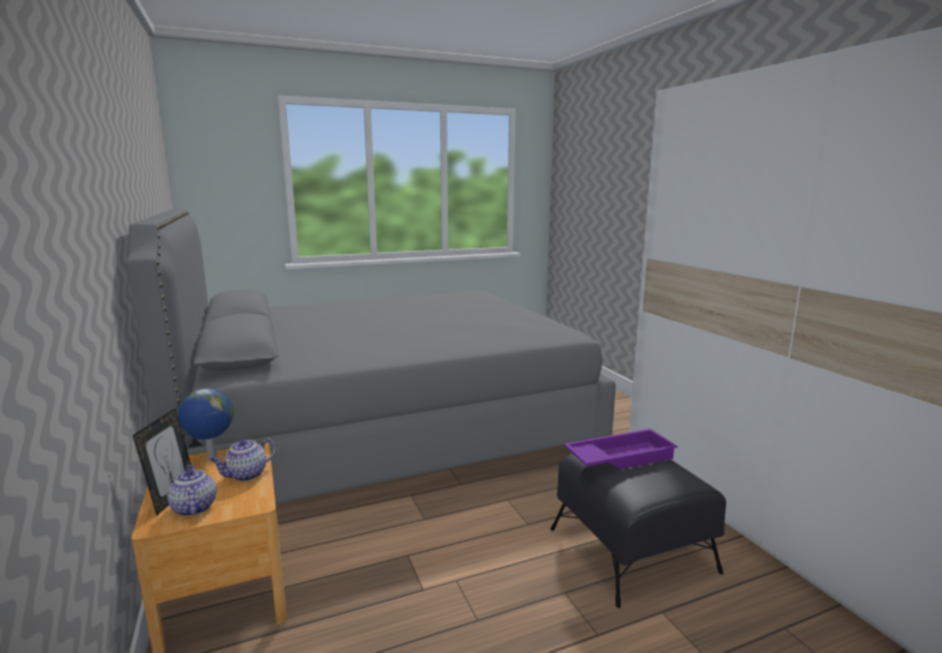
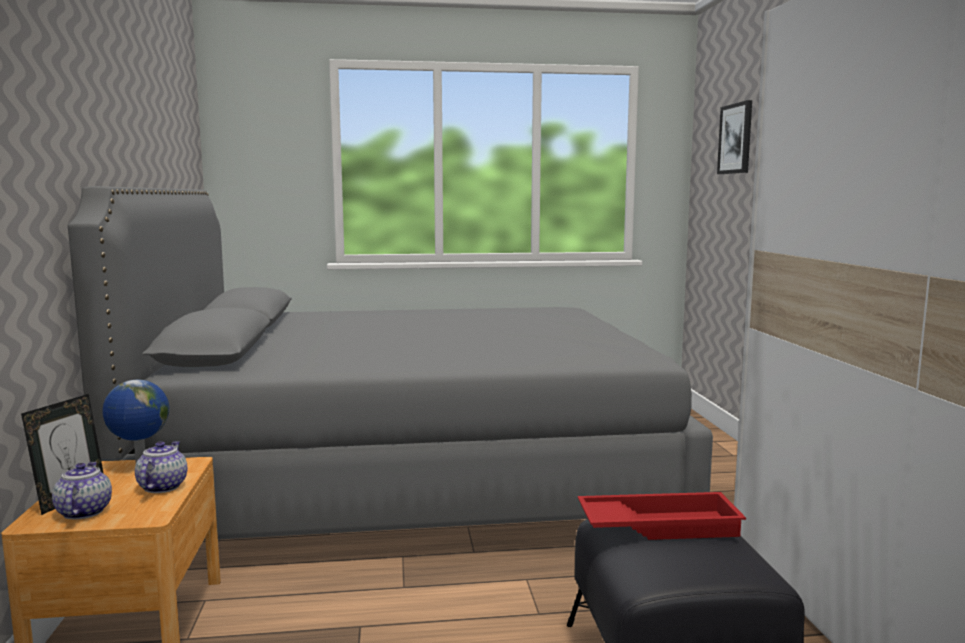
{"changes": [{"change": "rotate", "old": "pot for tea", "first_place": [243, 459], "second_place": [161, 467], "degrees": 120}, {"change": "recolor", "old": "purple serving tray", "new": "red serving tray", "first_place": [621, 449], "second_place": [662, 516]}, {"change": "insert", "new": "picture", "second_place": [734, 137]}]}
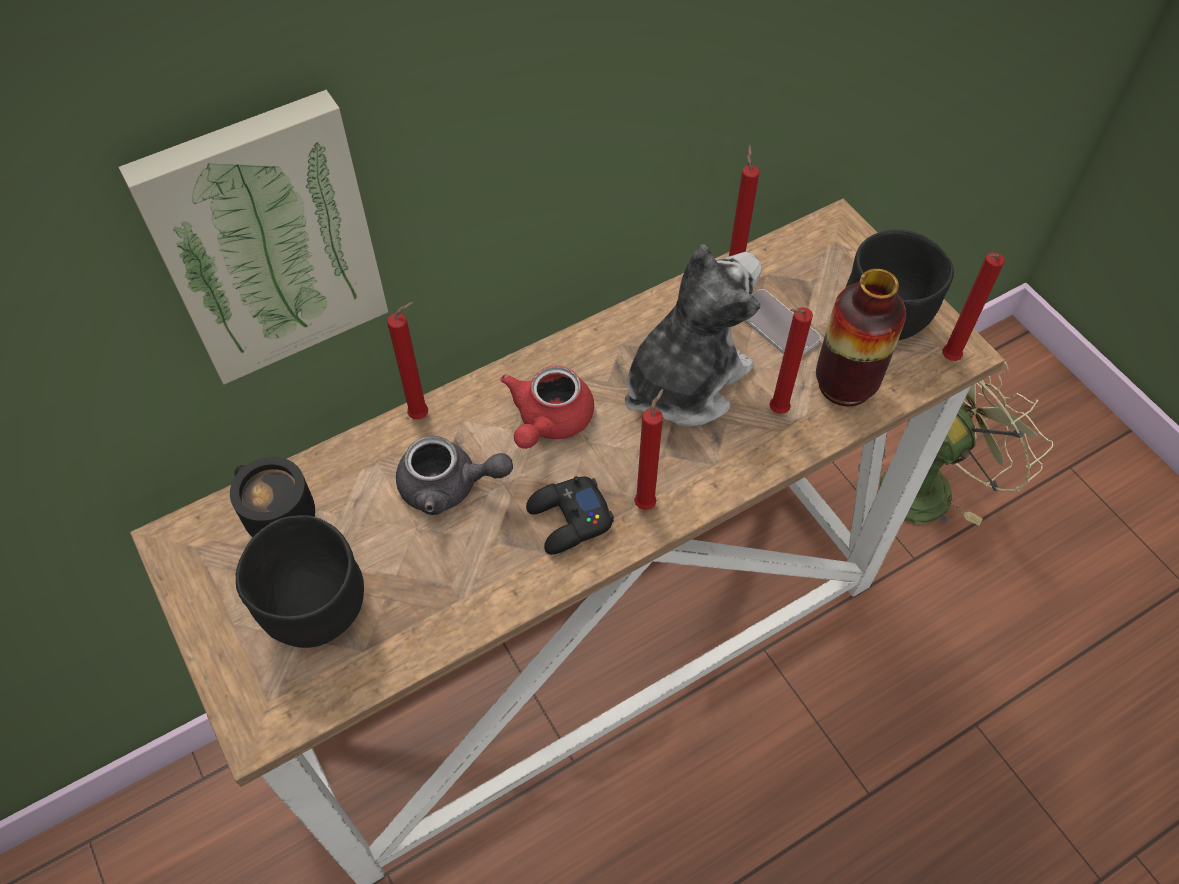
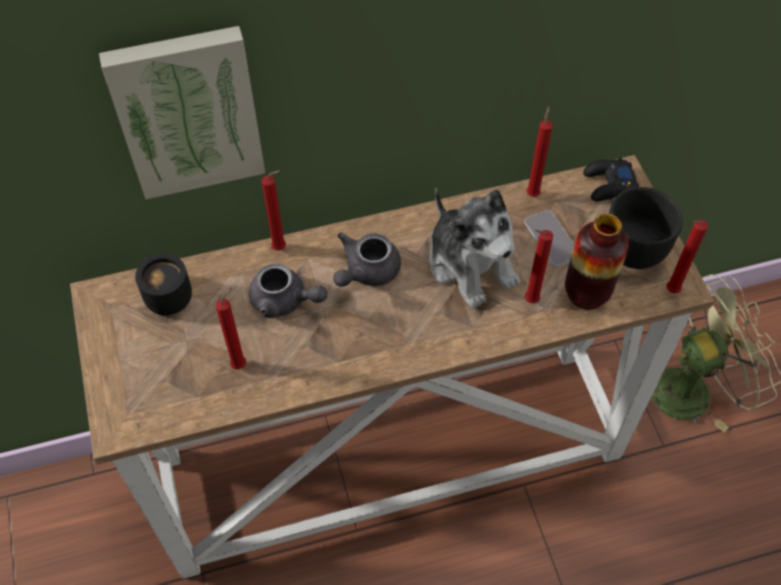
{"changes": [{"change": "delete", "old": "black serving bowl", "first_place": [300, 581]}, {"change": "recolor", "old": "red pot for tea", "new": "greyish pot for tea", "first_place": [547, 407], "second_place": [367, 259]}, {"change": "move", "old": "black game controller", "first_place": [570, 515], "second_place": [611, 179]}, {"change": "rotate", "old": "soft toy", "first_place": [693, 335], "second_place": [474, 248], "degrees": 90}, {"change": "move", "old": "red wax candle", "first_place": [648, 449], "second_place": [231, 328]}]}
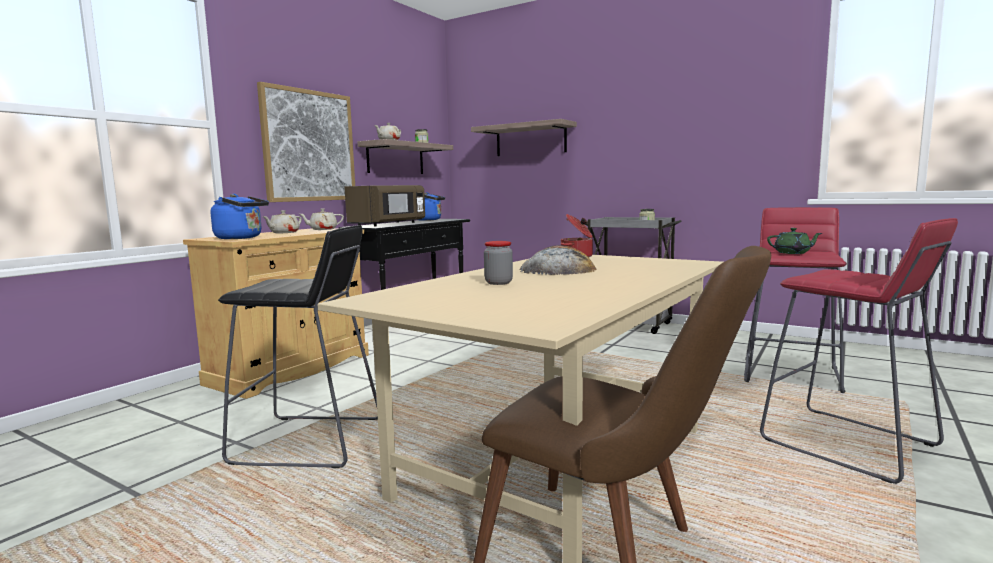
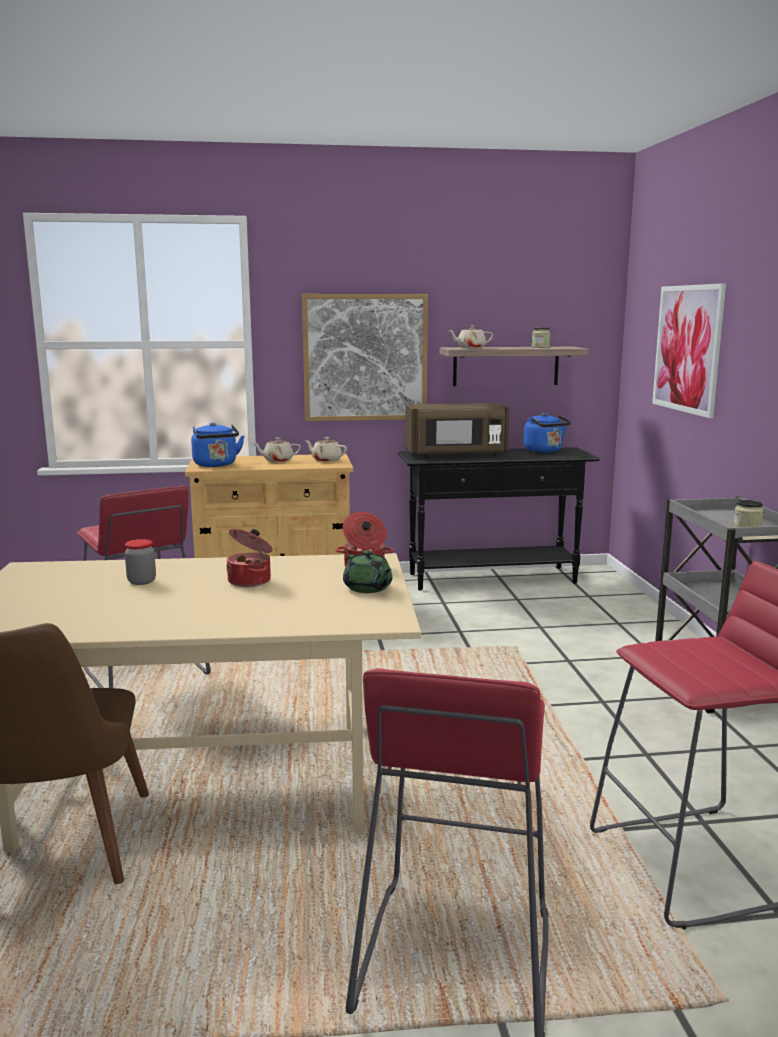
{"changes": [{"change": "recolor", "old": "black sitting stool", "new": "red sitting stool", "first_place": [298, 346], "second_place": [144, 587]}, {"change": "replace", "old": "wall shelf", "new": "picture", "first_place": [524, 137], "second_place": [689, 350]}, {"change": "replace", "old": "baked bread", "new": "stockpot", "first_place": [557, 260], "second_place": [249, 558]}, {"change": "move", "old": "green-coloured pot for tea", "first_place": [794, 241], "second_place": [367, 571]}]}
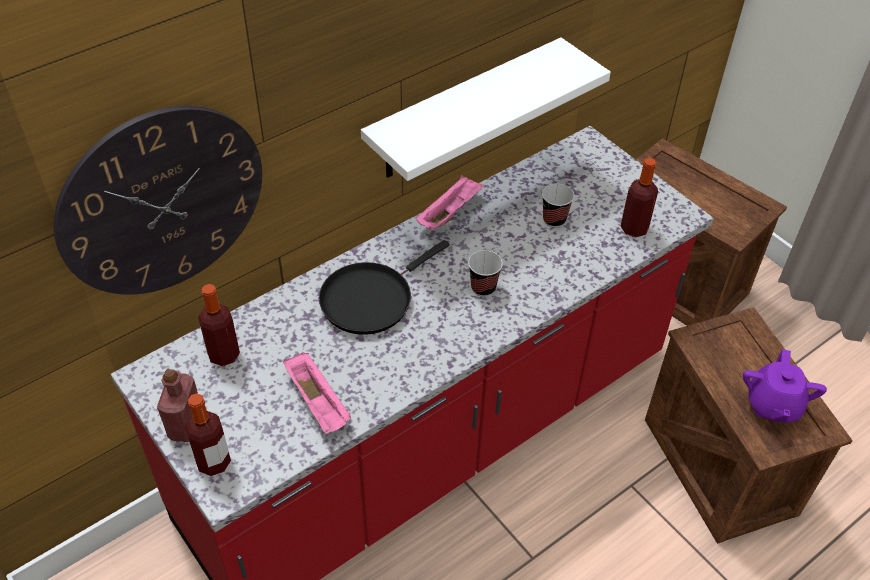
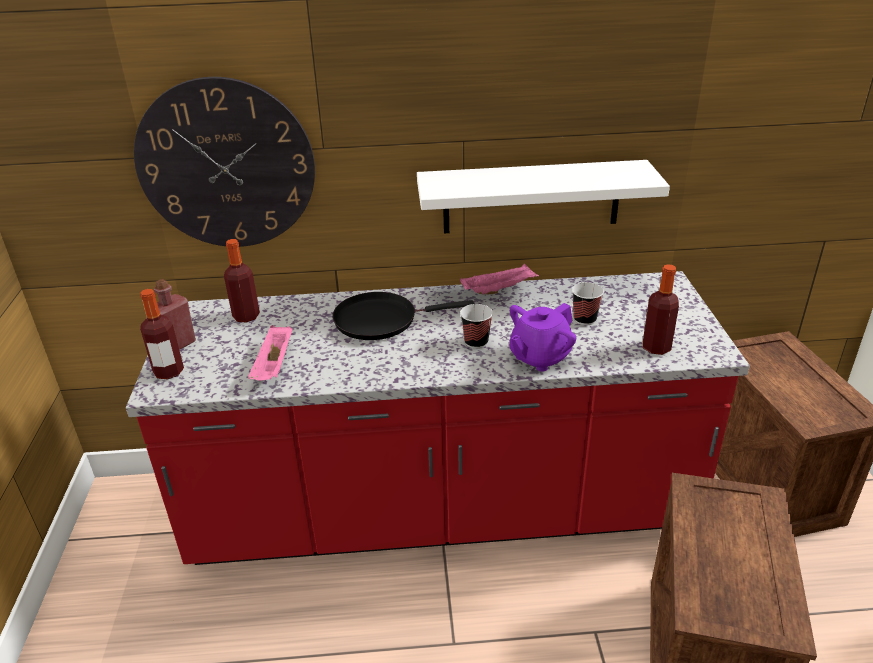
{"changes": [{"change": "move", "old": "purple pot for tea", "first_place": [785, 386], "second_place": [542, 337]}]}
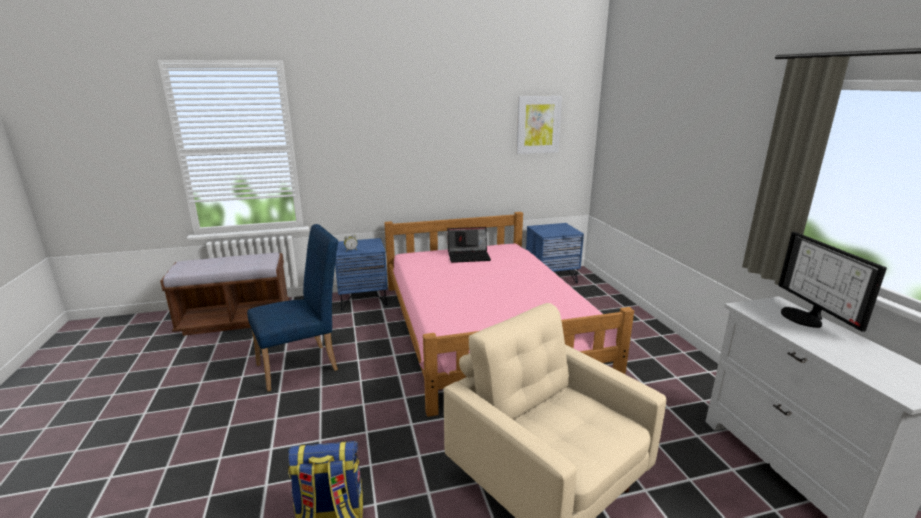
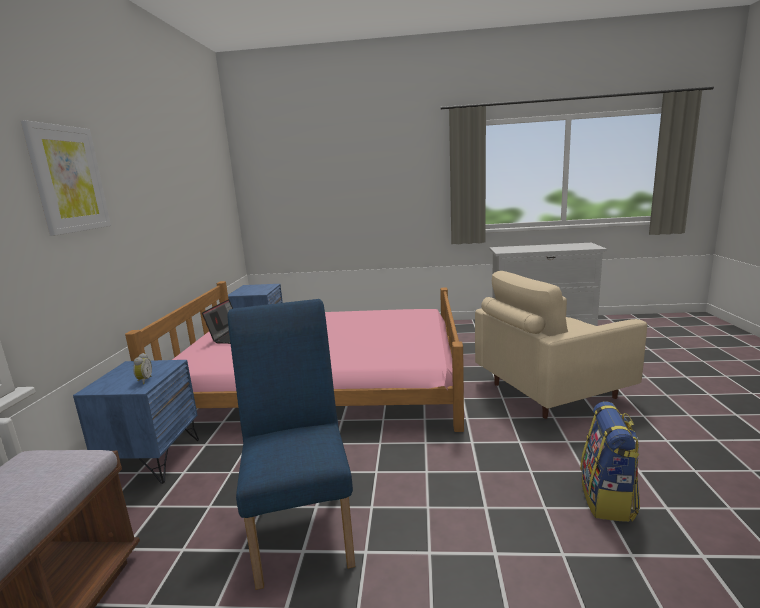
{"changes": [{"change": "move", "old": "picture", "first_place": [539, 125], "second_place": [66, 178]}, {"change": "delete", "old": "computer screen", "first_place": [832, 282]}]}
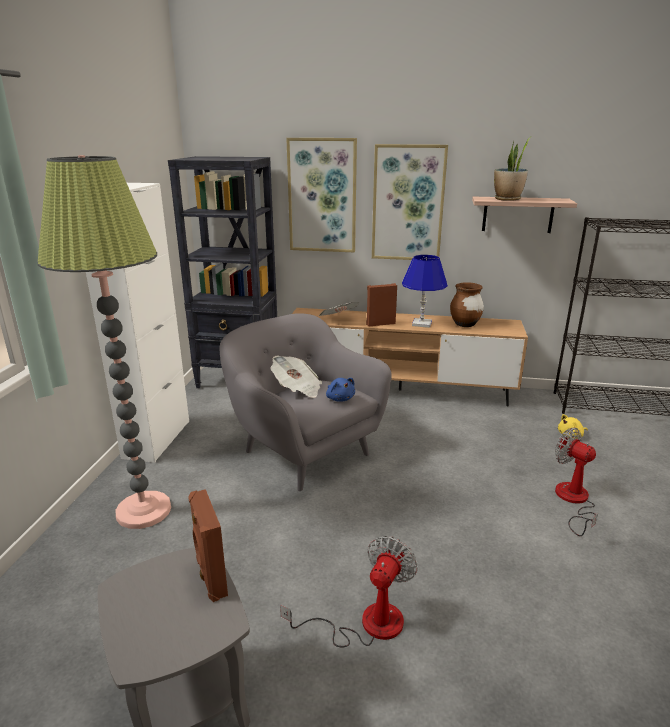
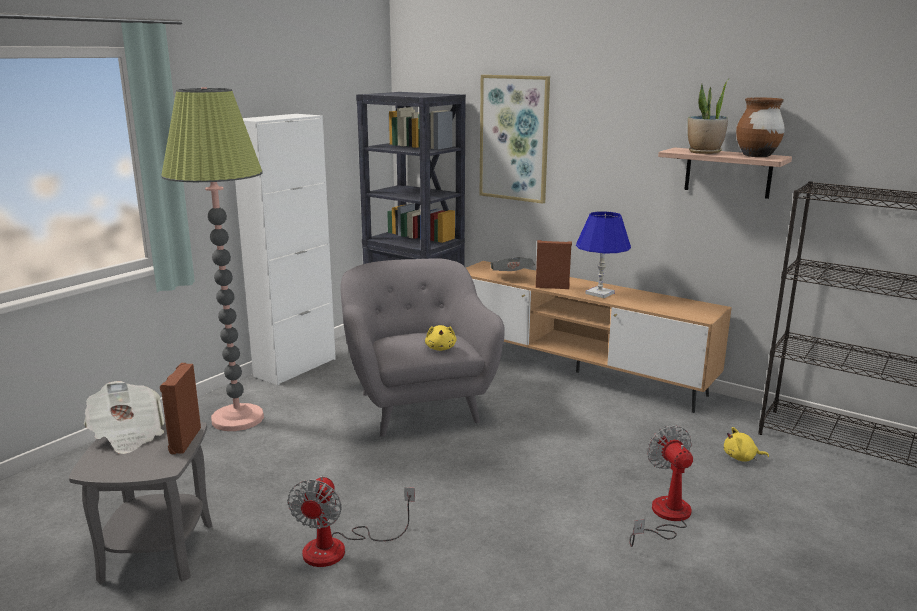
{"changes": [{"change": "move", "old": "newspaper", "first_place": [296, 376], "second_place": [124, 417]}, {"change": "rotate", "old": "fan", "first_place": [349, 591], "second_place": [351, 521], "degrees": 135}, {"change": "recolor", "old": "bluish soft toy", "new": "yellow soft toy", "first_place": [340, 390], "second_place": [441, 338]}, {"change": "delete", "old": "picture", "first_place": [410, 202]}, {"change": "move", "old": "brown-coloured vase", "first_place": [467, 304], "second_place": [760, 127]}]}
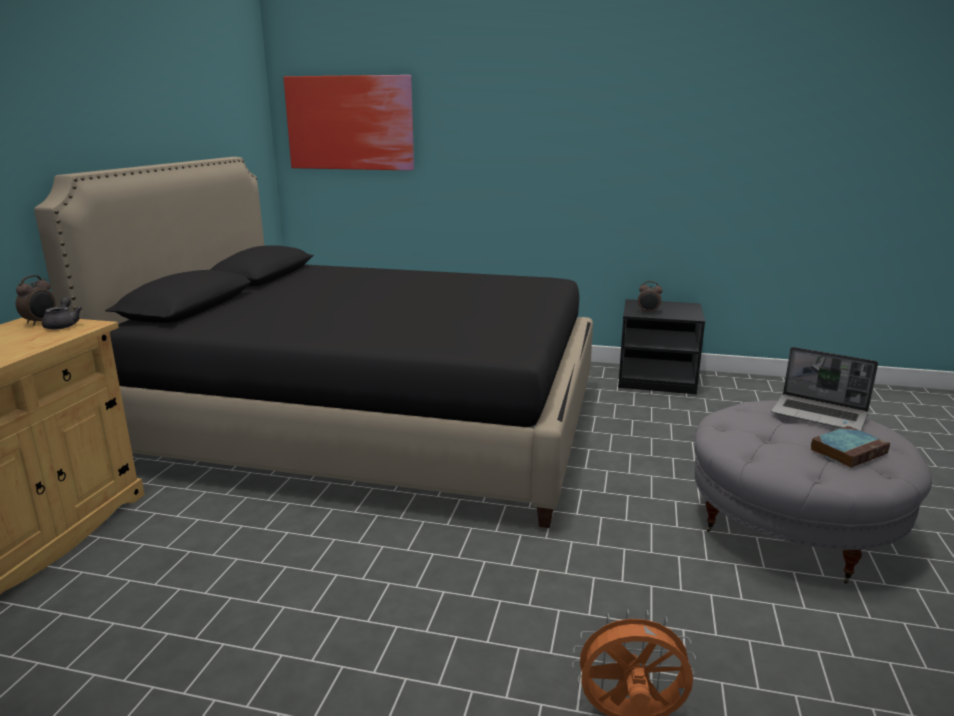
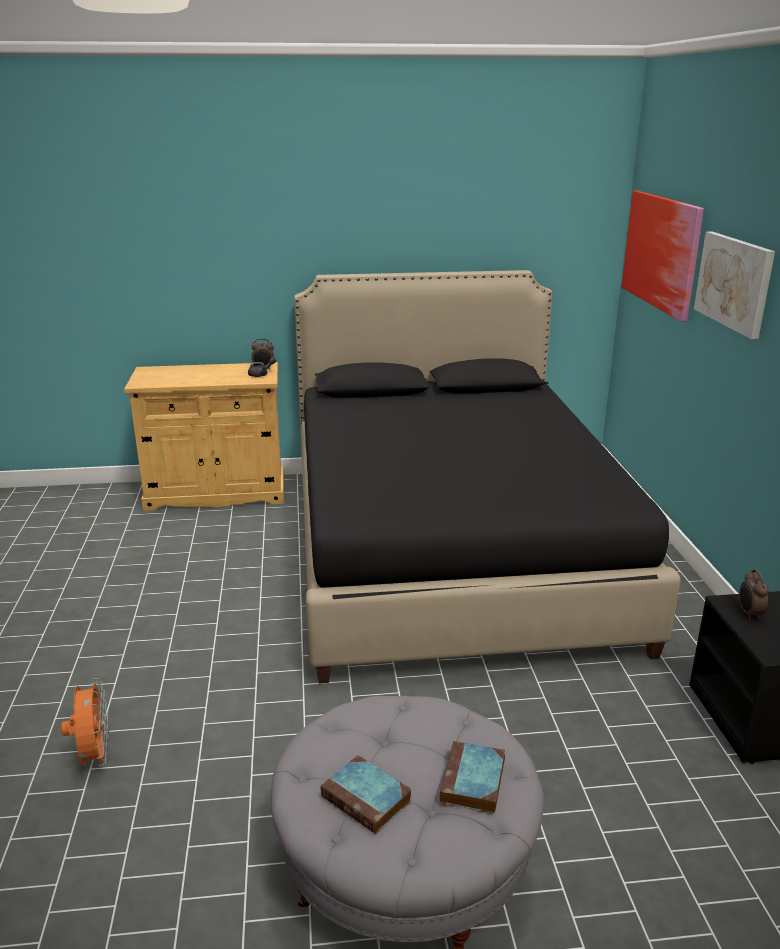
{"changes": [{"change": "replace", "old": "notebook computer", "new": "bound book", "first_place": [824, 389], "second_place": [472, 777]}, {"change": "insert", "new": "picture", "second_place": [734, 285]}]}
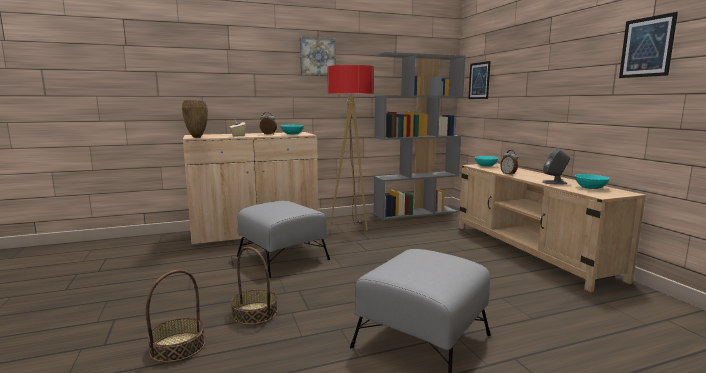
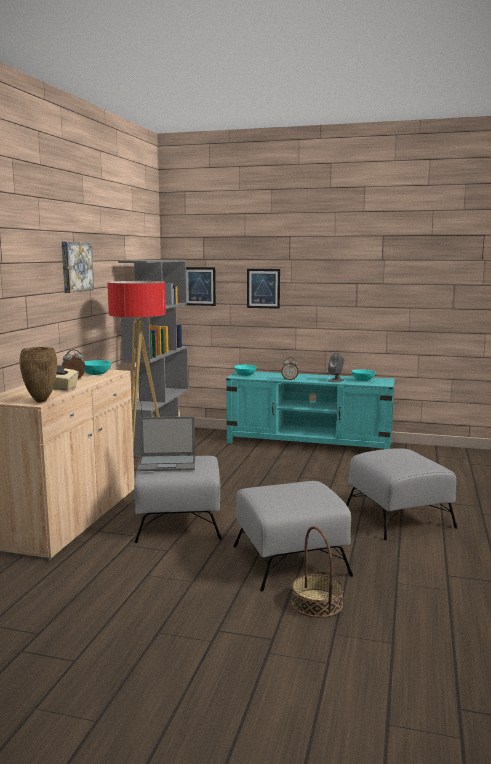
{"changes": [{"change": "replace", "old": "basket", "new": "greyish ottoman", "first_place": [254, 286], "second_place": [293, 536]}, {"change": "recolor", "old": "sand-coloured media console", "new": "turquoise media console", "first_place": [552, 227], "second_place": [310, 410]}, {"change": "move", "old": "picture", "first_place": [648, 45], "second_place": [263, 289]}, {"change": "insert", "new": "notebook computer", "second_place": [166, 443]}]}
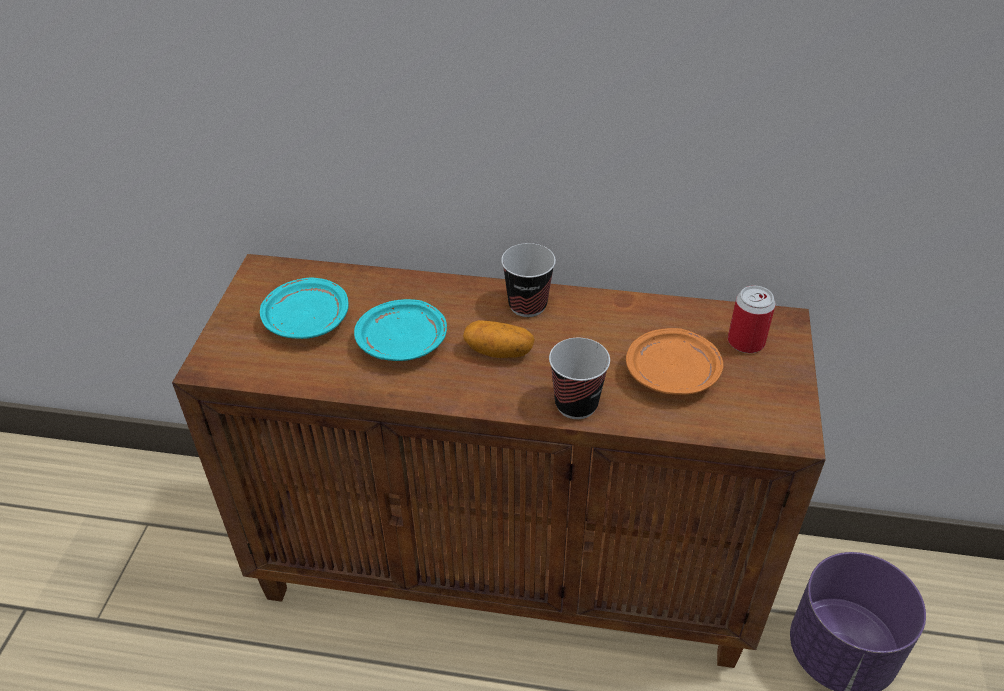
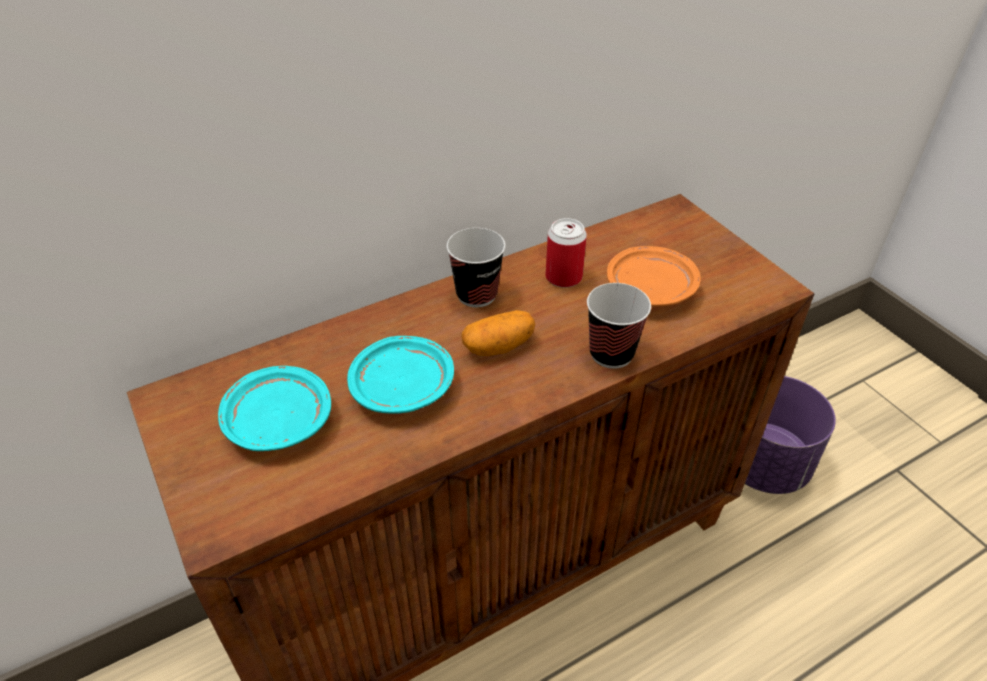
{"changes": [{"change": "move", "old": "metal can", "first_place": [752, 319], "second_place": [566, 253]}]}
